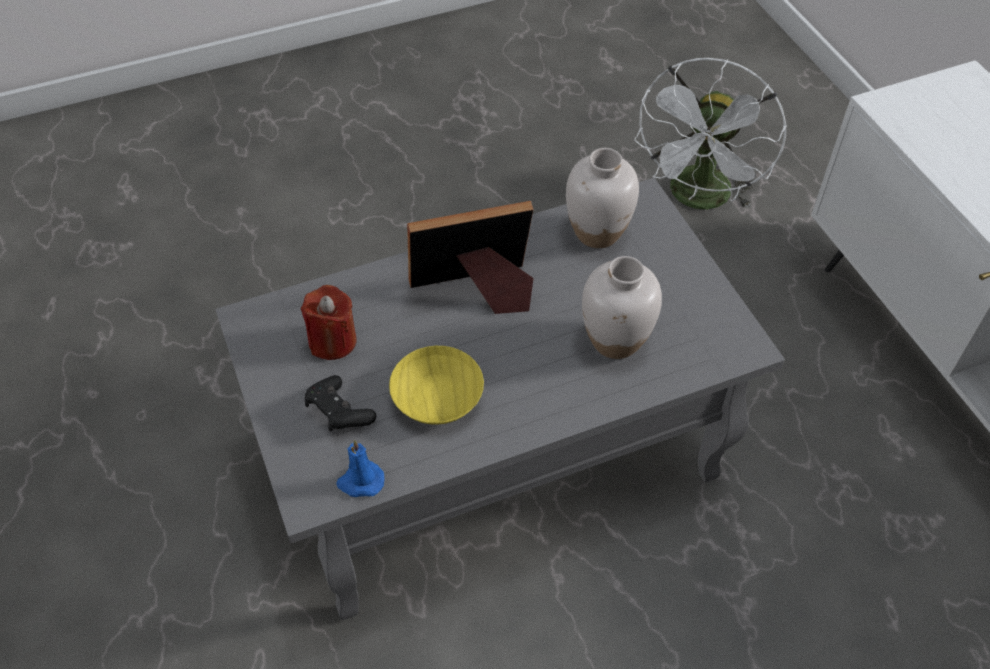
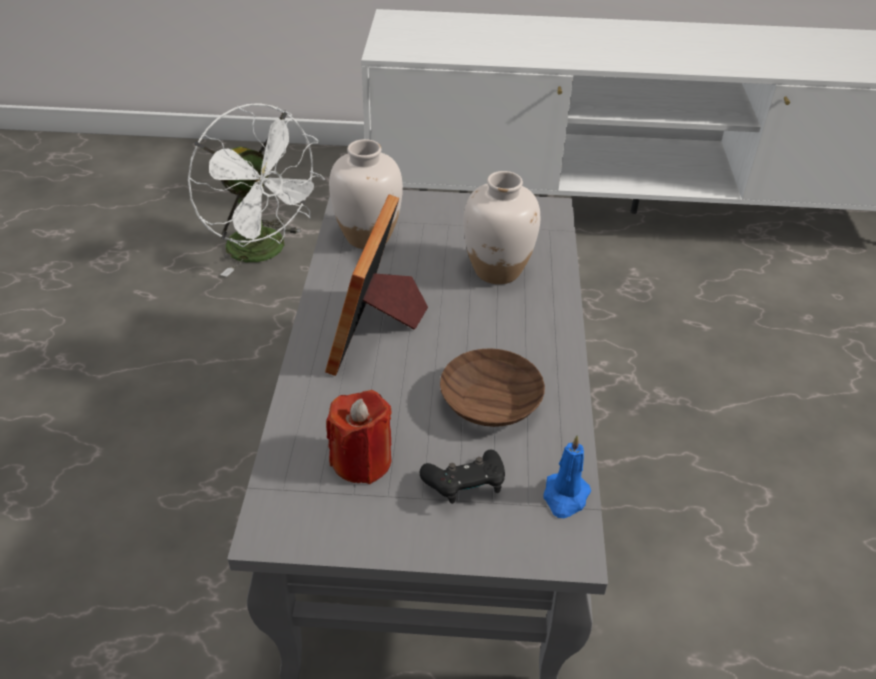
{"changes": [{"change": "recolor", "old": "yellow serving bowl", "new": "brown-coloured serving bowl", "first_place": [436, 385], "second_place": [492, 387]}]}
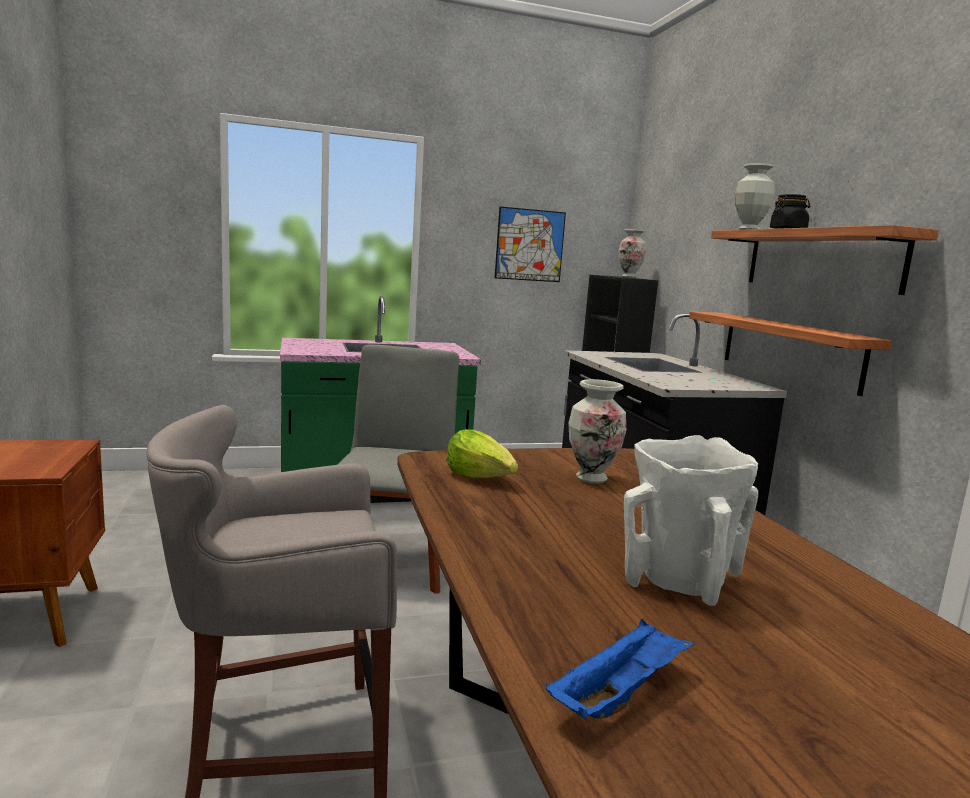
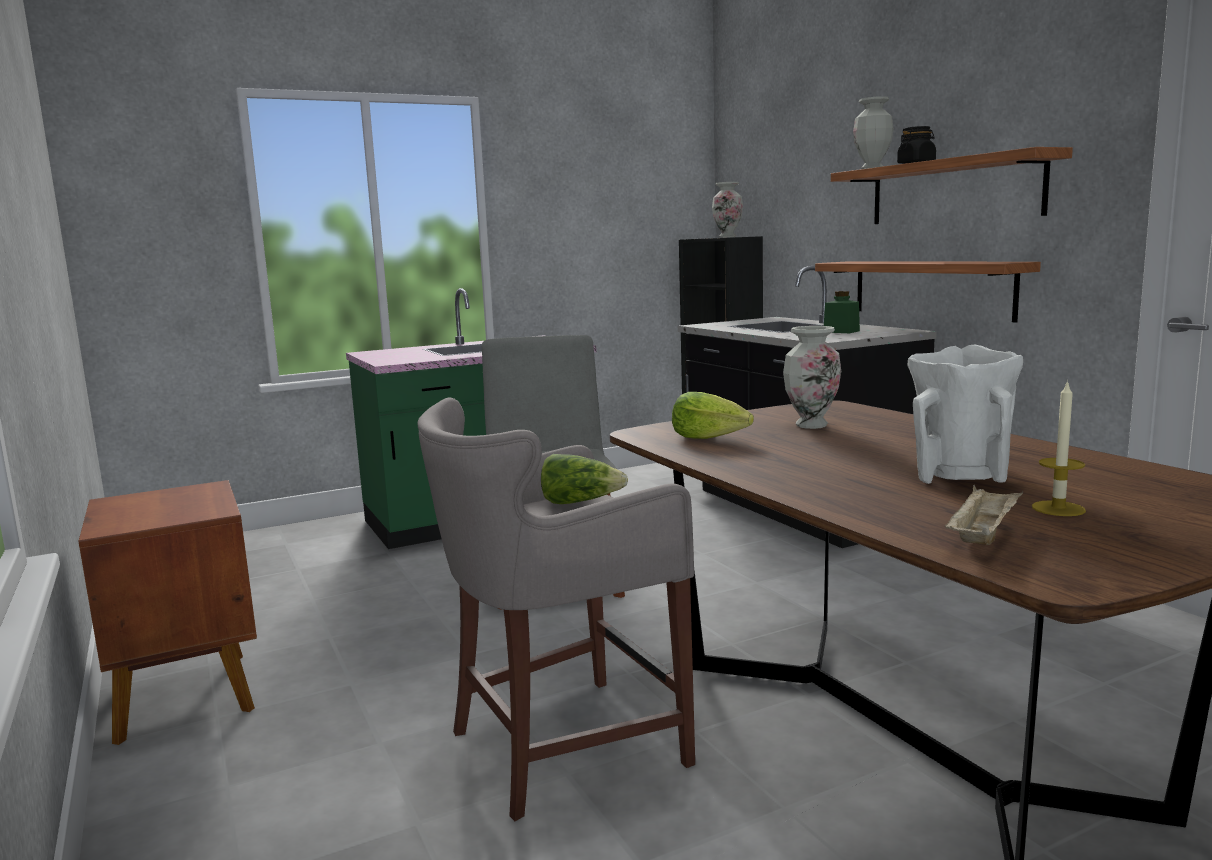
{"changes": [{"change": "delete", "old": "picture", "first_place": [530, 244]}, {"change": "recolor", "old": "bluish serving tray", "new": "sand-coloured serving tray", "first_place": [620, 668], "second_place": [984, 515]}, {"change": "insert", "new": "lettuce head", "second_place": [584, 479]}, {"change": "insert", "new": "green-coloured jar", "second_place": [842, 312]}, {"change": "insert", "new": "wax candle", "second_place": [1059, 448]}]}
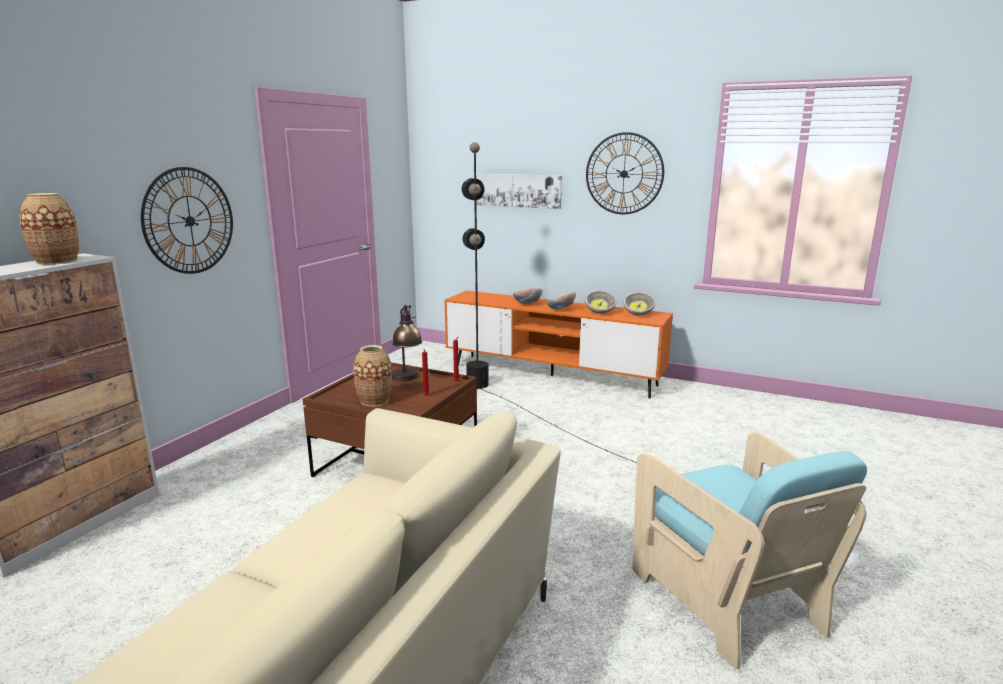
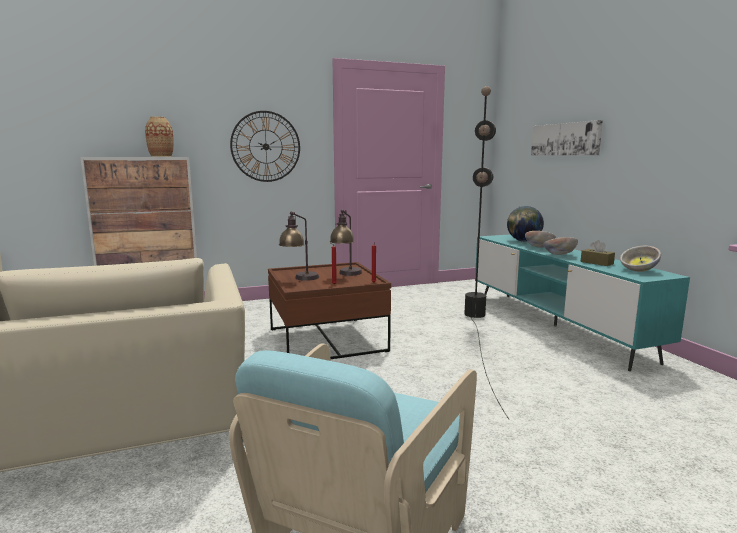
{"changes": [{"change": "replace", "old": "vase", "new": "table lamp", "first_place": [372, 375], "second_place": [299, 246]}, {"change": "recolor", "old": "orange media console", "new": "turquoise media console", "first_place": [559, 345], "second_place": [582, 302]}, {"change": "replace", "old": "serving bowl", "new": "brown-coloured box of tissues", "first_place": [601, 302], "second_place": [597, 253]}, {"change": "delete", "old": "wall clock", "first_place": [625, 173]}, {"change": "insert", "new": "desk globe", "second_place": [525, 224]}]}
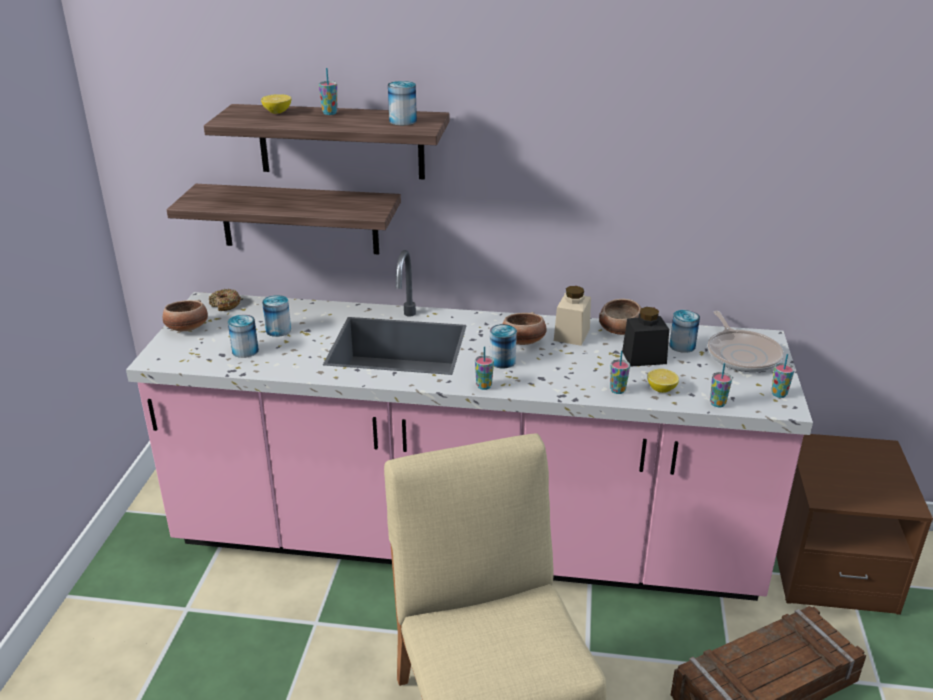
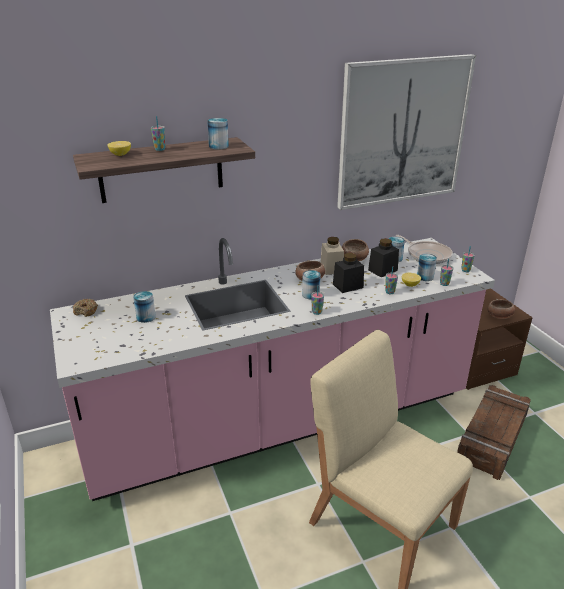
{"changes": [{"change": "move", "old": "serving bowl", "first_place": [185, 315], "second_place": [501, 309]}, {"change": "delete", "old": "wall shelf", "first_place": [284, 219]}, {"change": "move", "old": "metal can", "first_place": [243, 336], "second_place": [427, 267]}, {"change": "insert", "new": "black jar", "second_place": [348, 273]}, {"change": "insert", "new": "picture", "second_place": [406, 132]}]}
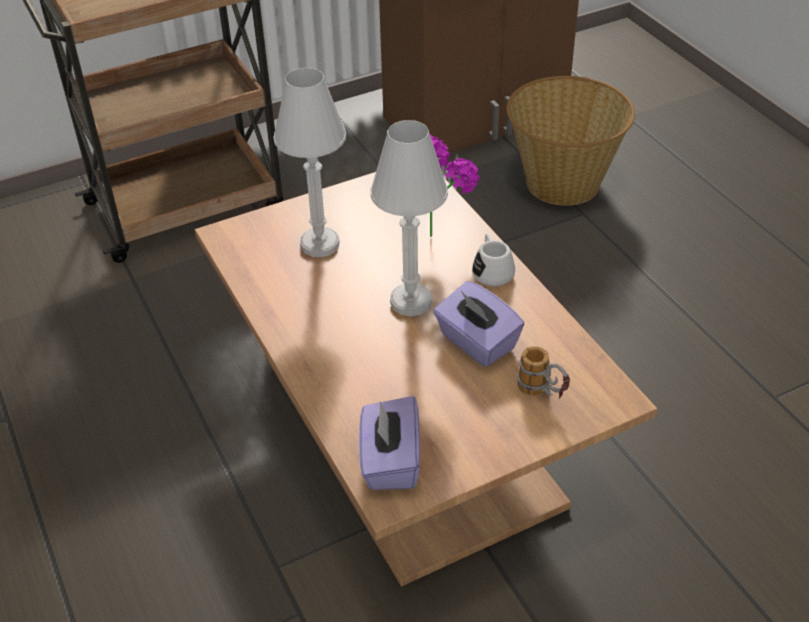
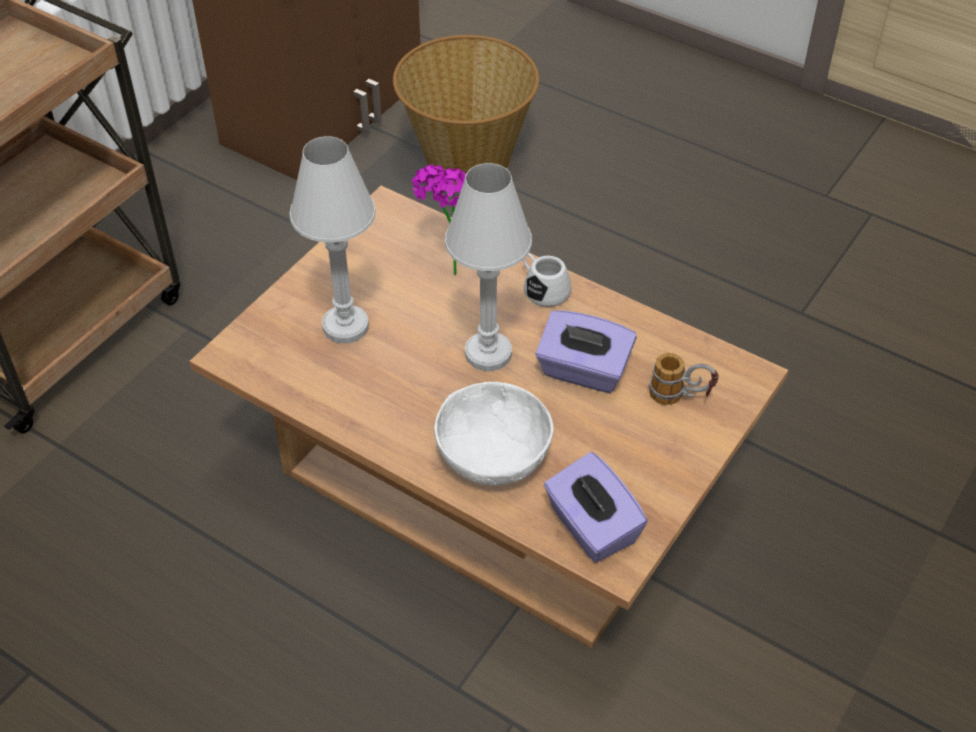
{"changes": [{"change": "insert", "new": "white-coloured serving bowl", "second_place": [494, 433]}]}
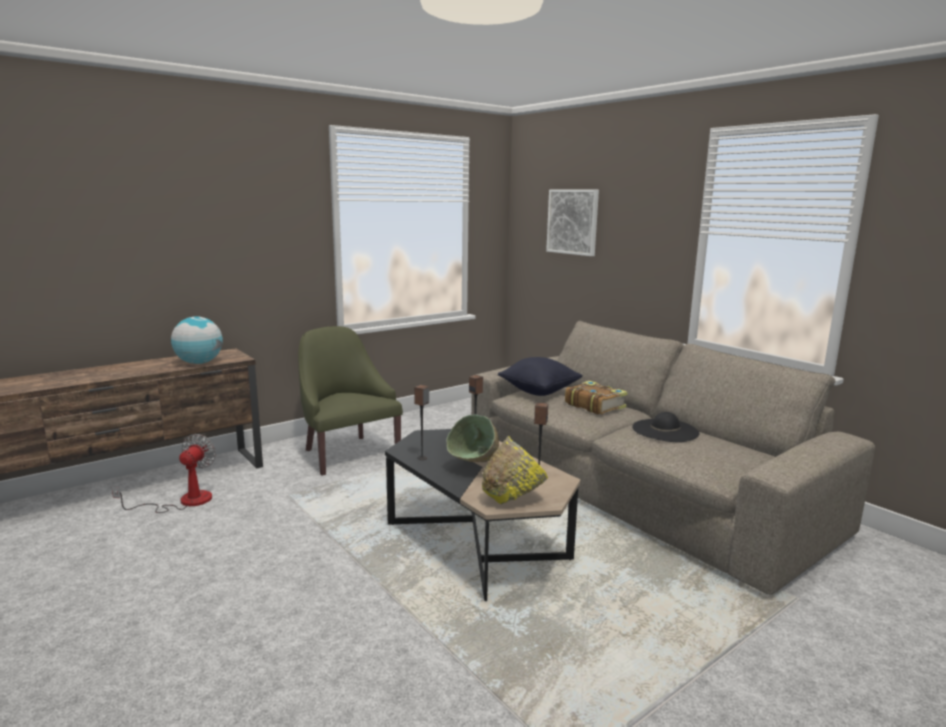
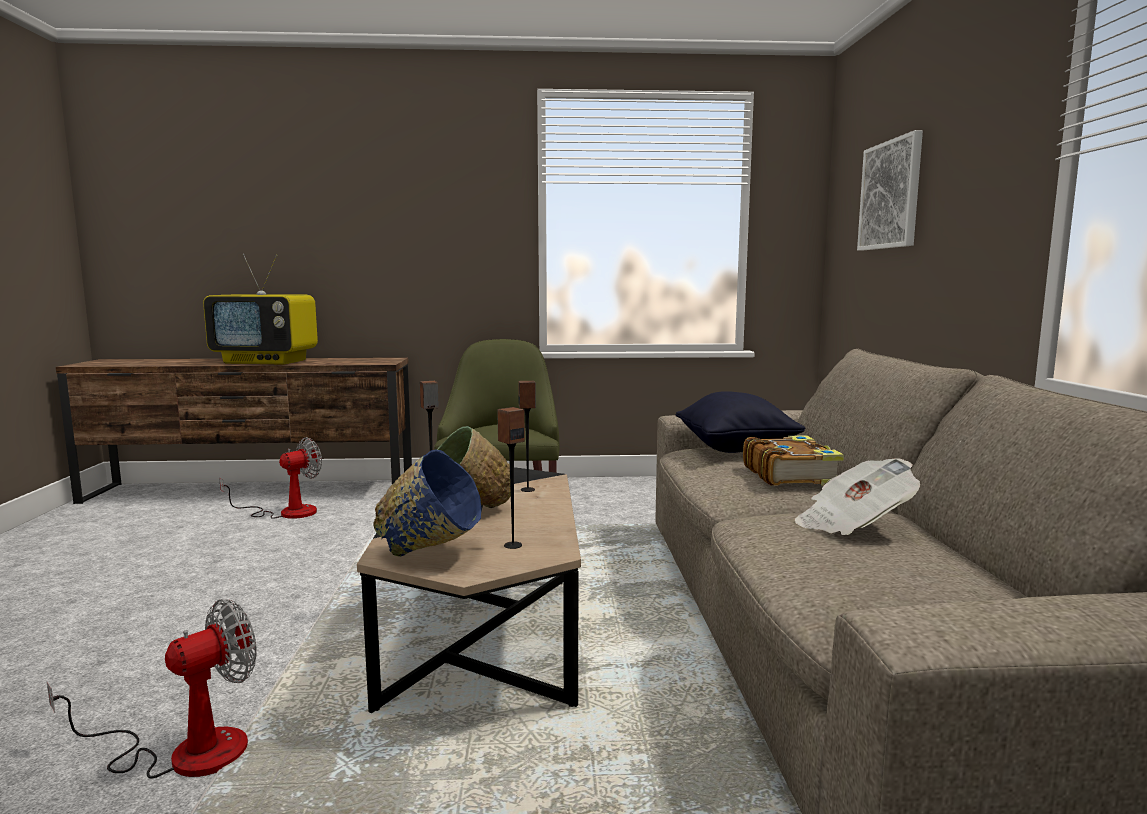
{"changes": [{"change": "delete", "old": "desk globe", "first_place": [197, 340]}, {"change": "recolor", "old": "yellow serving bowl", "new": "bluish serving bowl", "first_place": [515, 470], "second_place": [427, 503]}, {"change": "replace", "old": "black wearable hat", "new": "newspaper", "first_place": [665, 427], "second_place": [857, 496]}, {"change": "insert", "new": "fan", "second_place": [152, 689]}, {"change": "insert", "new": "TV", "second_place": [260, 309]}]}
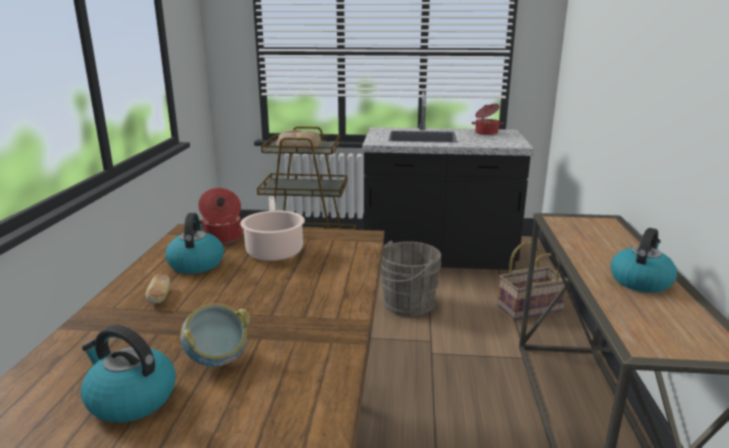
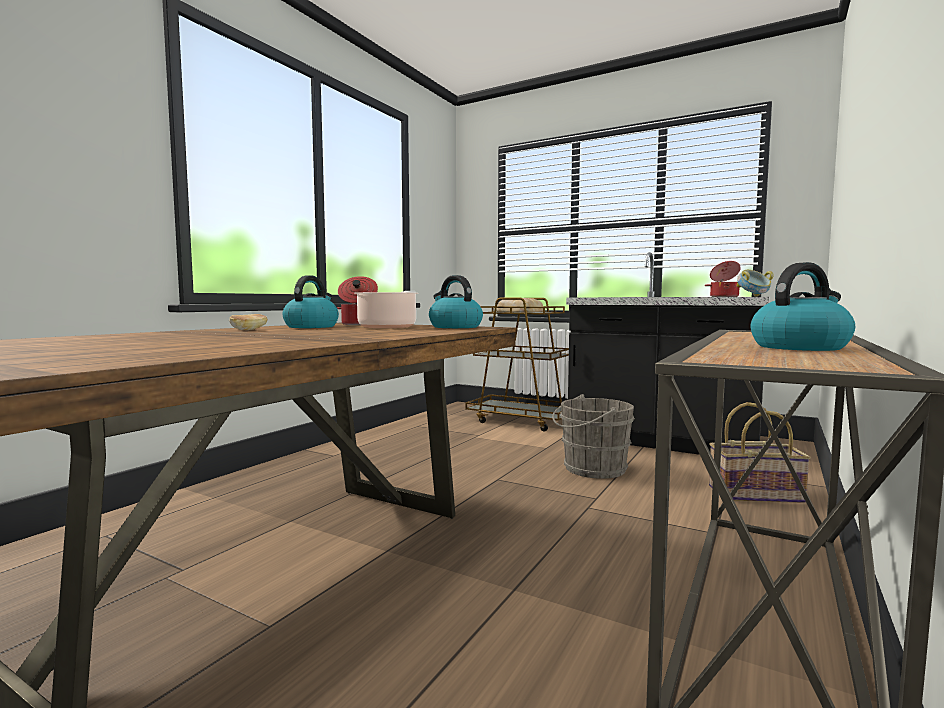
{"changes": [{"change": "move", "old": "tea kettle", "first_place": [128, 374], "second_place": [456, 301]}, {"change": "move", "old": "serving bowl", "first_place": [215, 335], "second_place": [755, 283]}]}
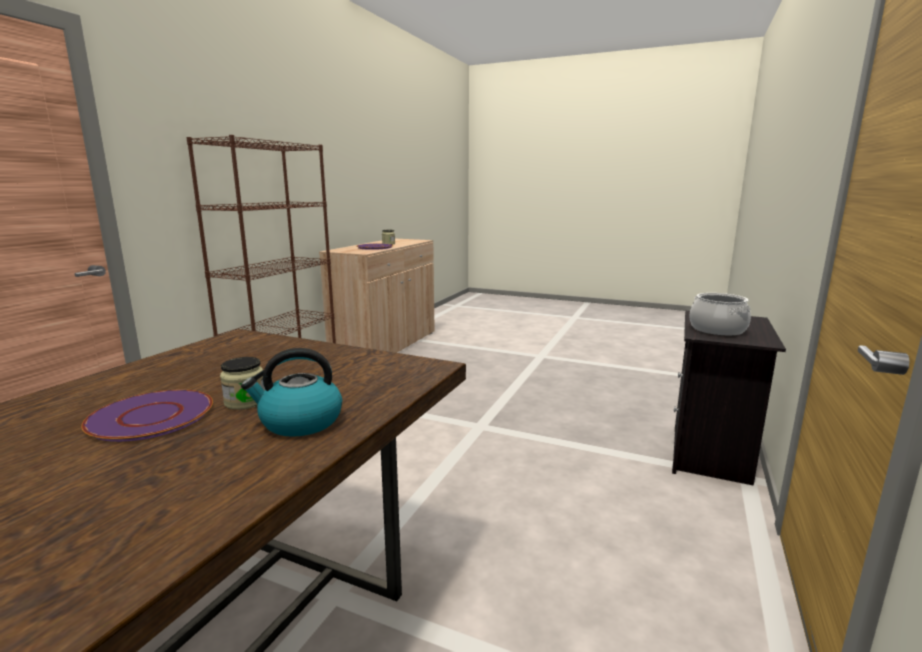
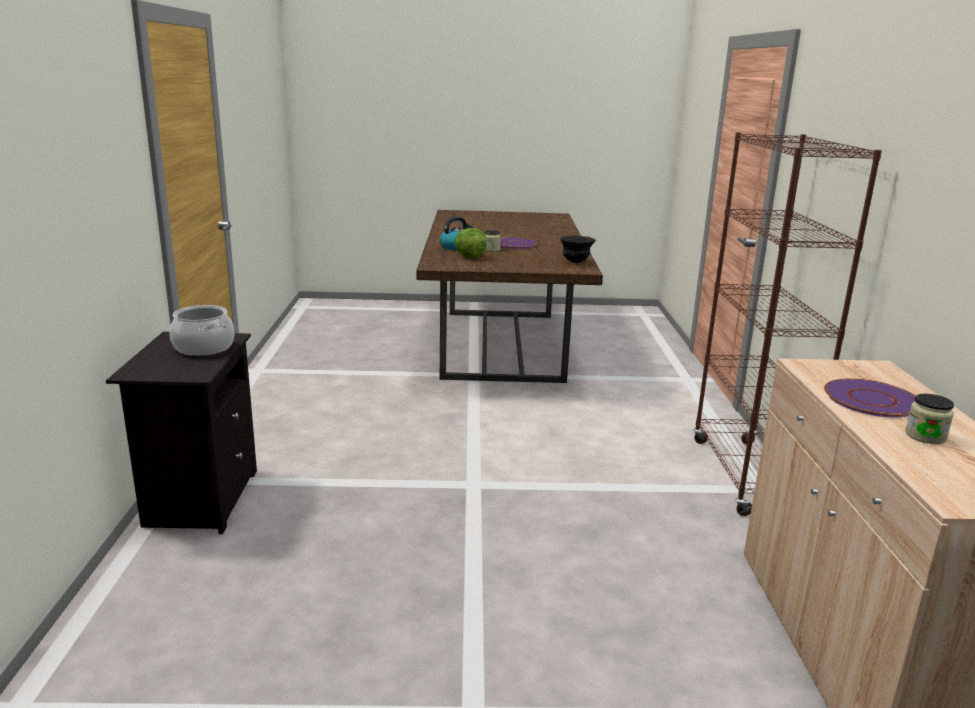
{"changes": [{"change": "insert", "new": "lettuce head", "second_place": [471, 243]}, {"change": "insert", "new": "black serving bowl", "second_place": [578, 249]}]}
